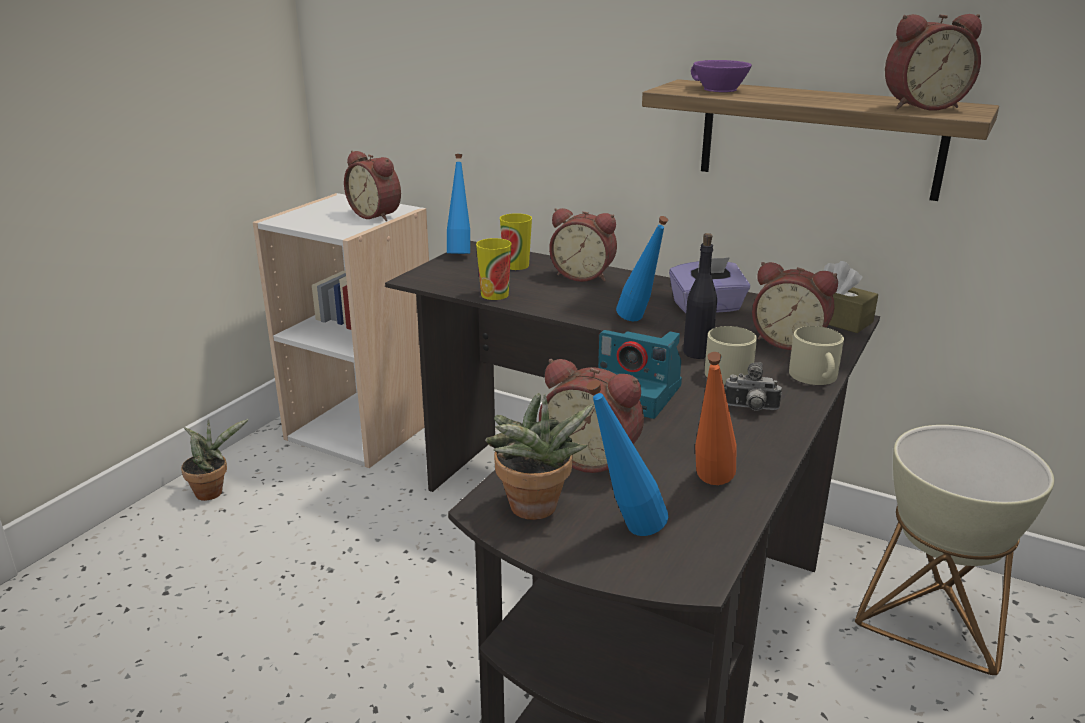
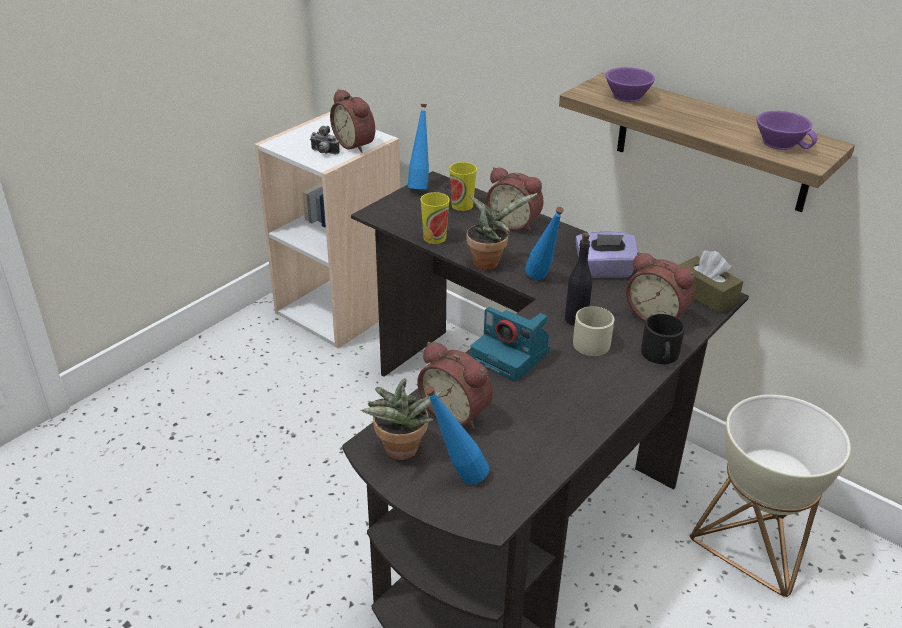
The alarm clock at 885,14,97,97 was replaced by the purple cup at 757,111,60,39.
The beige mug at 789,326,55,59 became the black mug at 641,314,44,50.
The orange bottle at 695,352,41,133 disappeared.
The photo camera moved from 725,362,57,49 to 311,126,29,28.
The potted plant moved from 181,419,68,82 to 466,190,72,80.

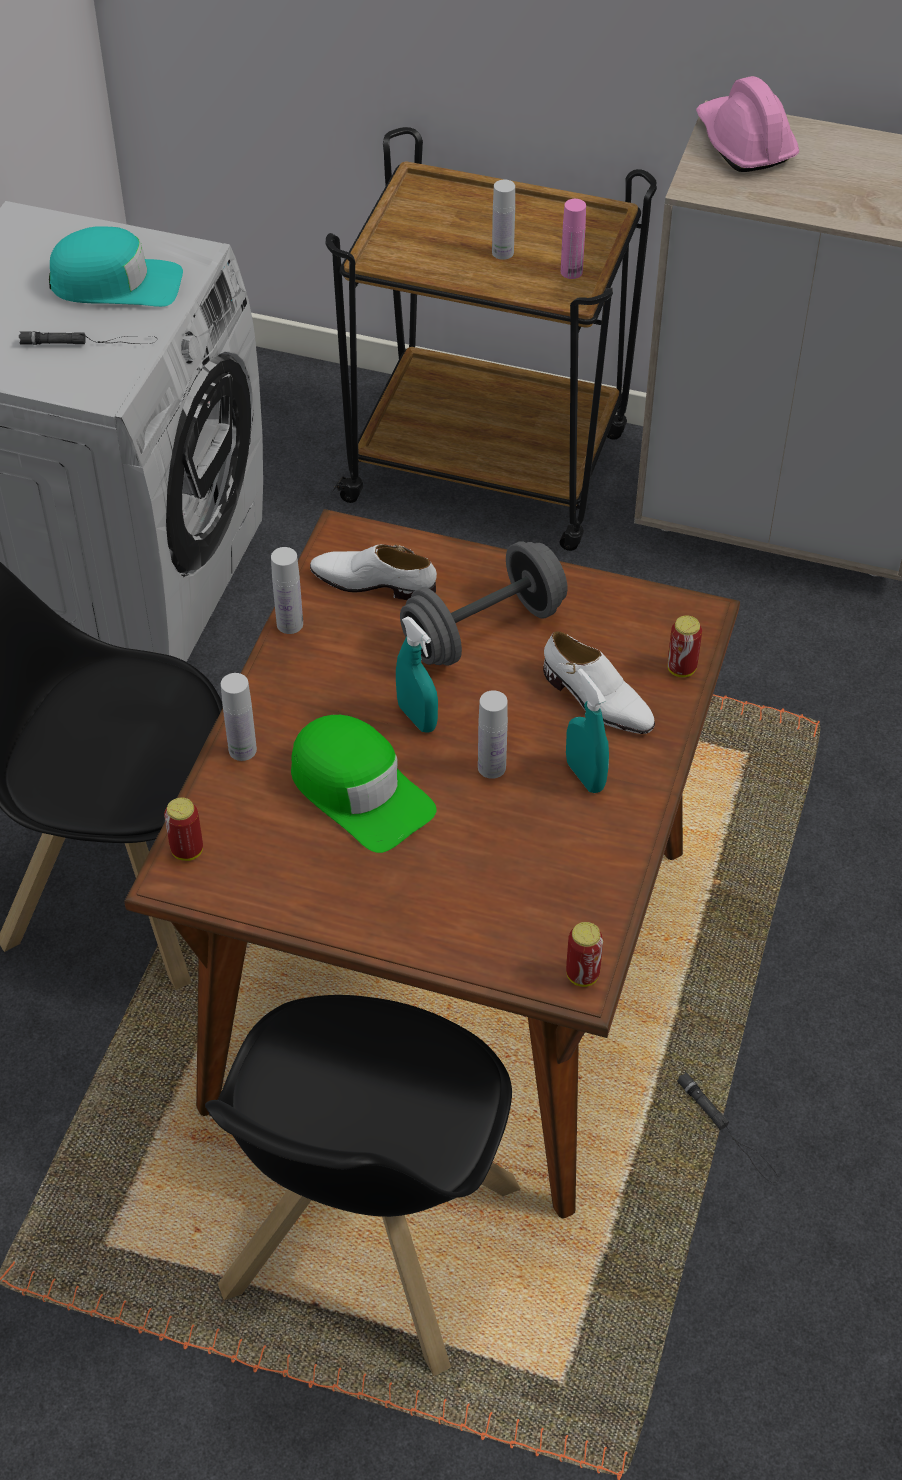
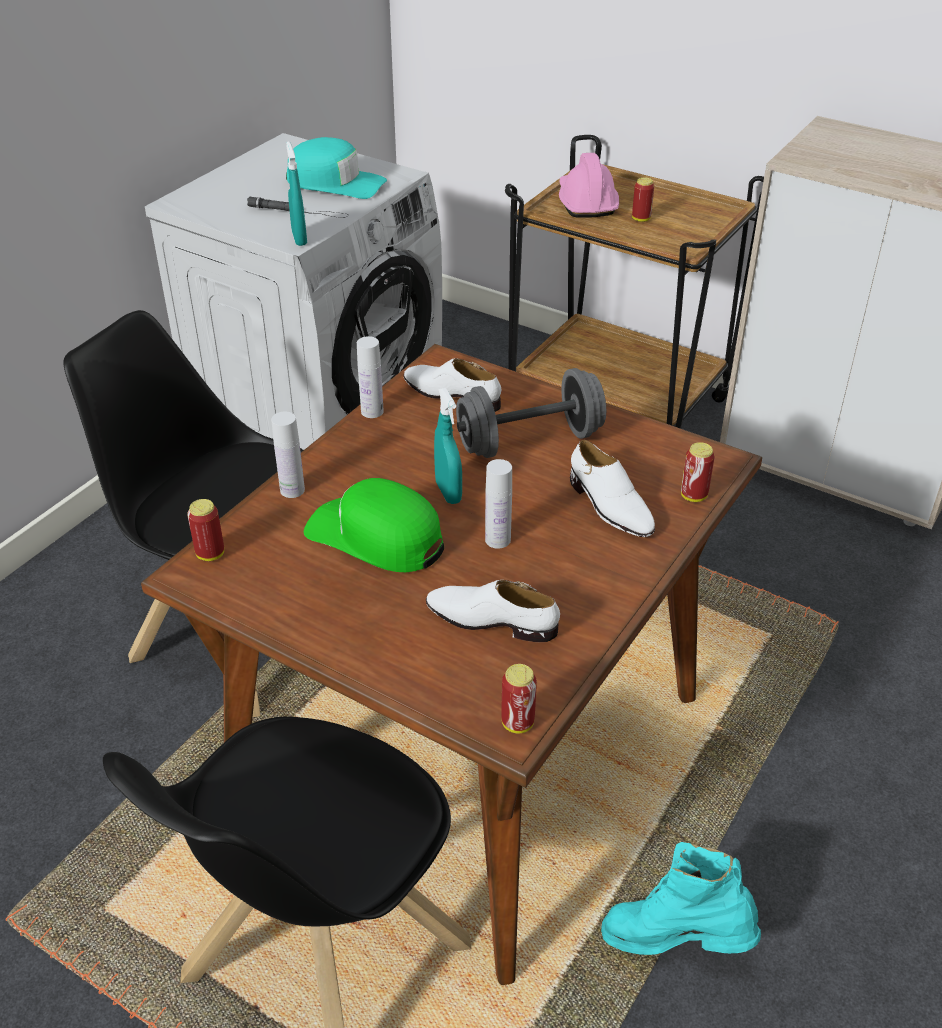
The pink hard hat moved from 696,76,103,96 to 559,153,60,65.
The white bottle at 492,180,23,80 was replaced by the can at 632,178,22,44.
The pink bottle at 561,199,25,80 disappeared.
The turquoise spray bottle moved from 566,669,43,124 to 286,142,21,104.
The green cap at 291,715,146,138 turned 150 degrees clockwise.
The black flashlight at 677,1072,101,111 was replaced by the turquoise boot at 601,842,160,113.
The white shoe at 426,580,134,62 appeared.

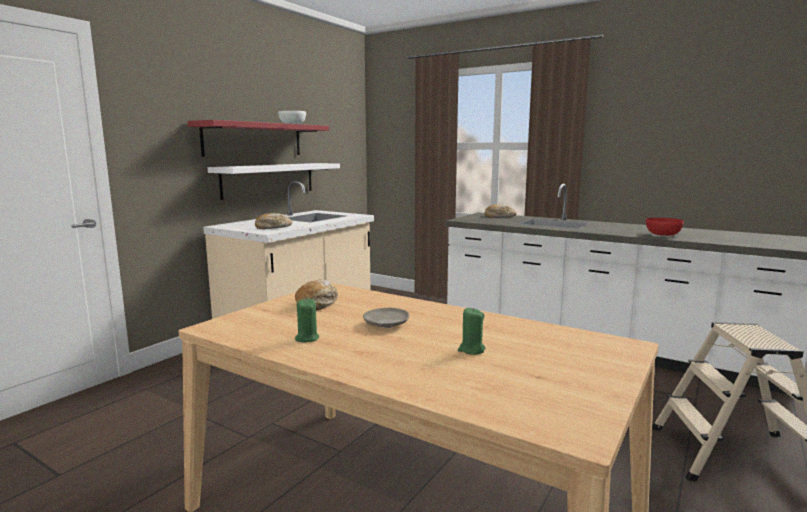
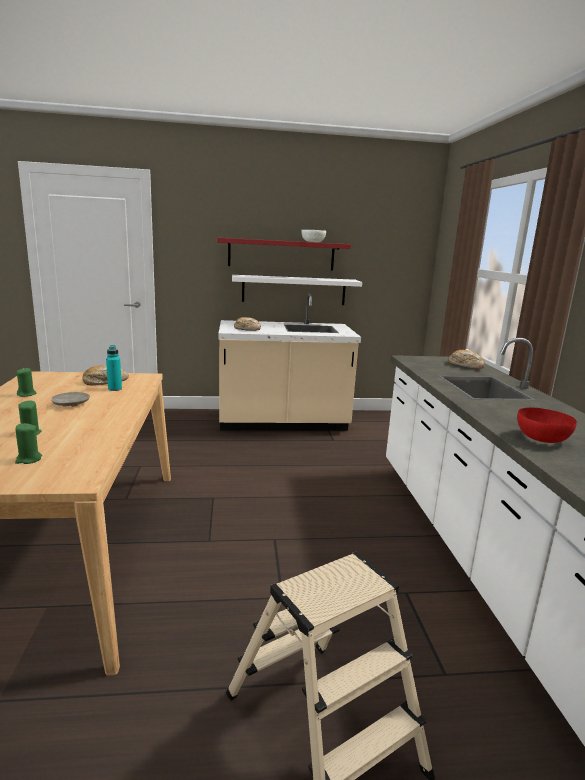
The turquoise bottle at 106,345,16,46 appeared.
The green candle at 15,423,27,41 appeared.

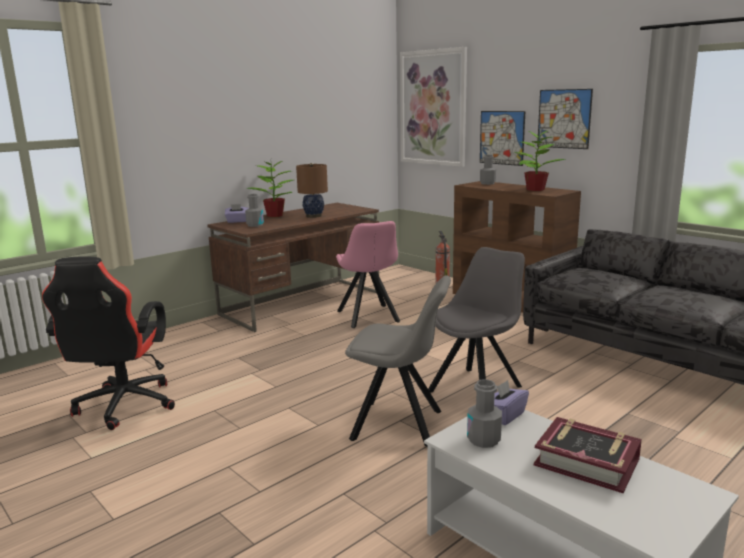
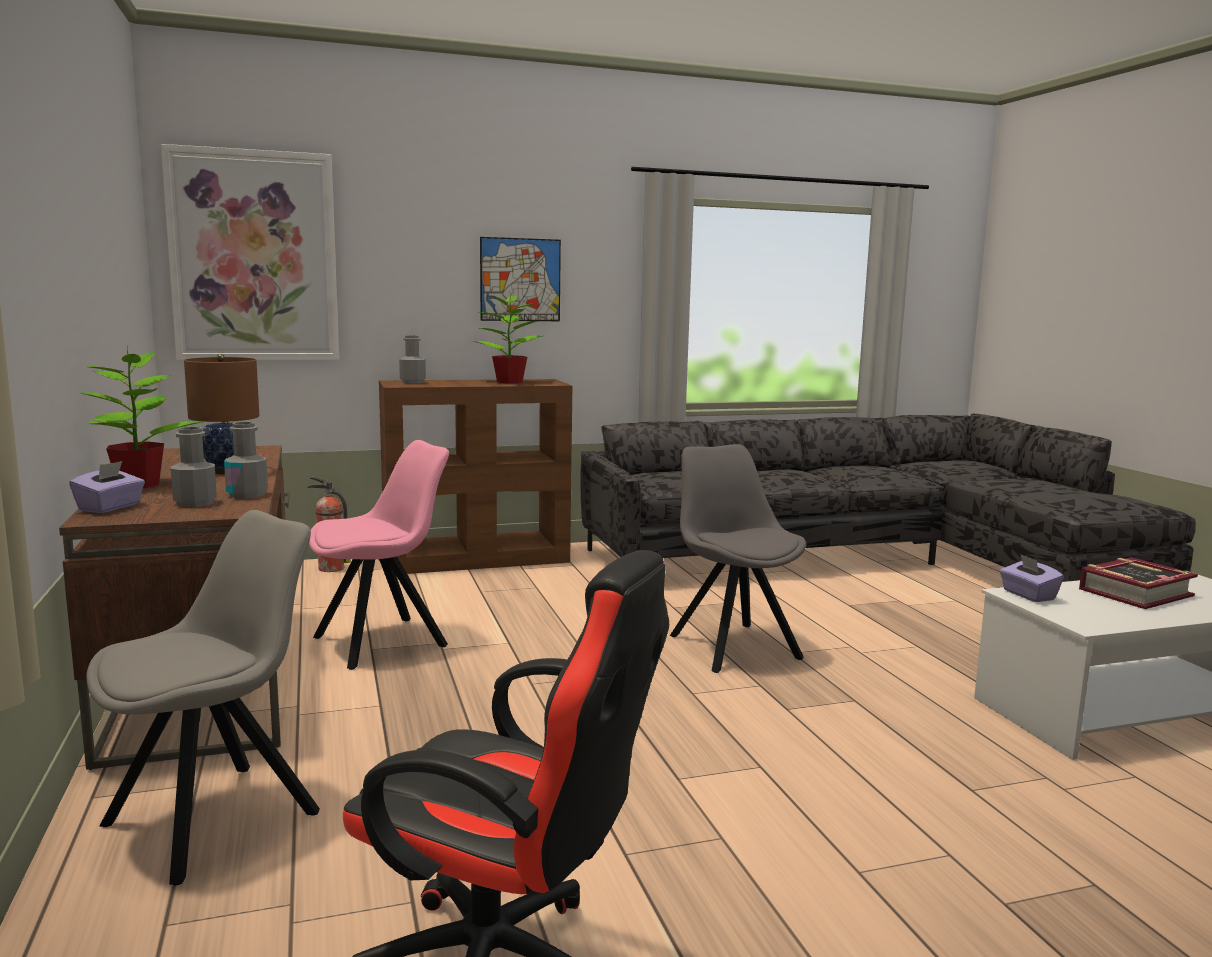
The picture at 480,111,45,55 disappeared.
The pink chair at 336,221,64,107 turned 45 degrees counterclockwise.
The grey chair moved from 345,275,106,172 to 86,510,234,375.
The grey bottle moved from 467,379,35,69 to 224,422,44,77.

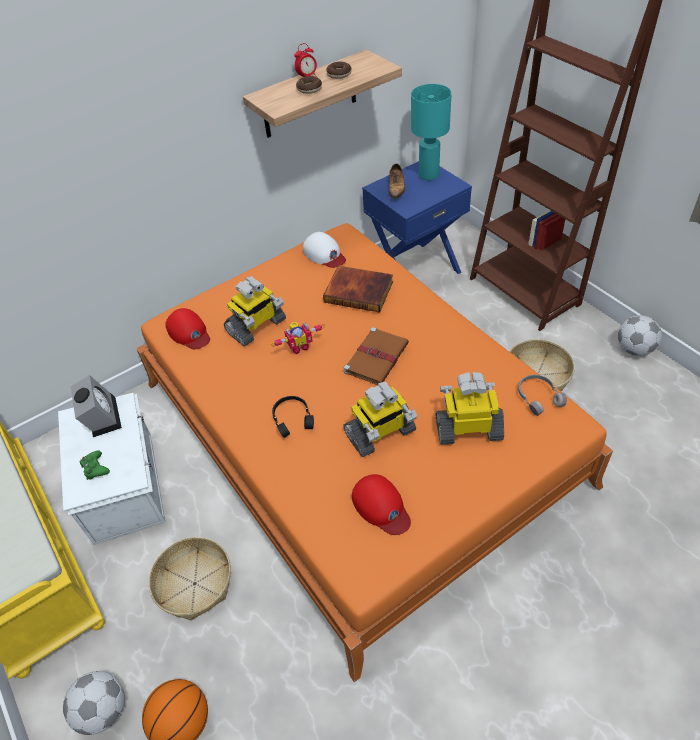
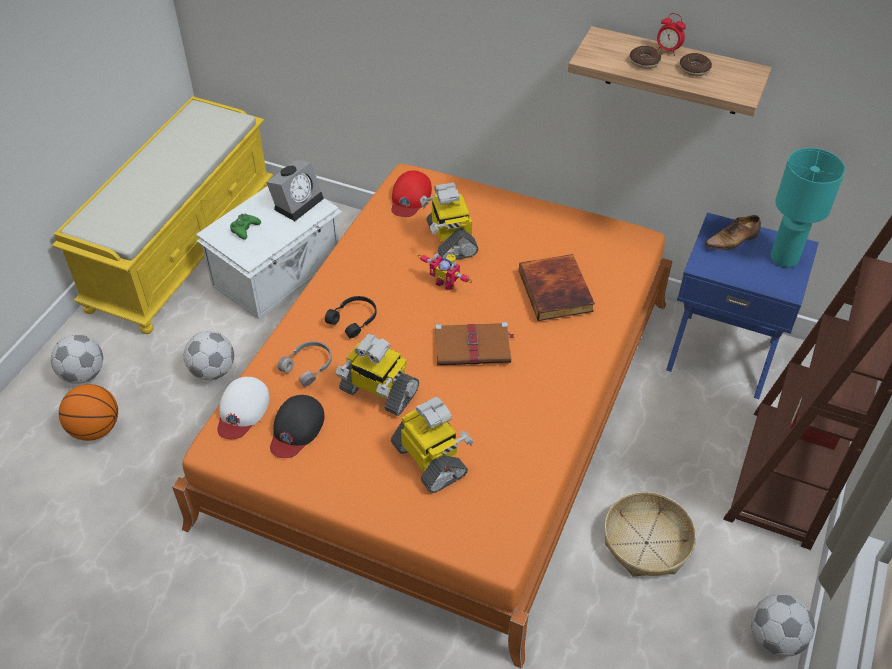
The white cap moved from 303,232,43,36 to 217,377,53,62.
The toy robot at 224,276,62,70 turned 60 degrees clockwise.
The grey headphones moved from 518,375,49,41 to 278,341,54,46.
The red cap at 352,474,59,61 became the black cap at 270,395,55,63.
The basket at 149,537,82,83 was replaced by the football at 184,331,50,49.

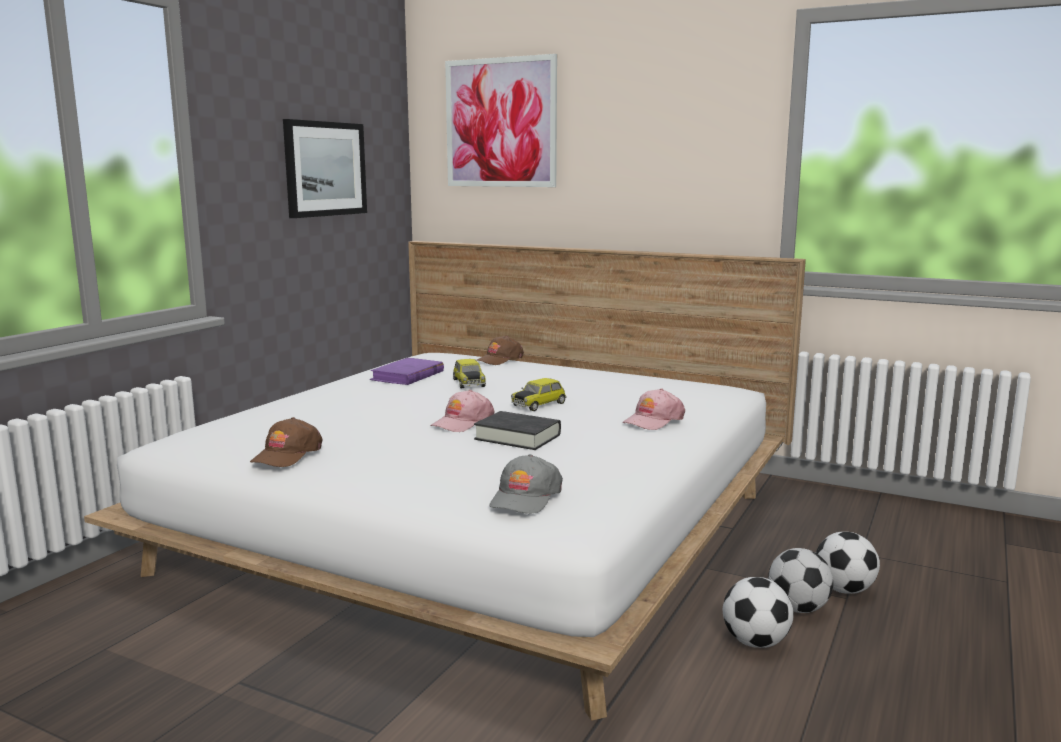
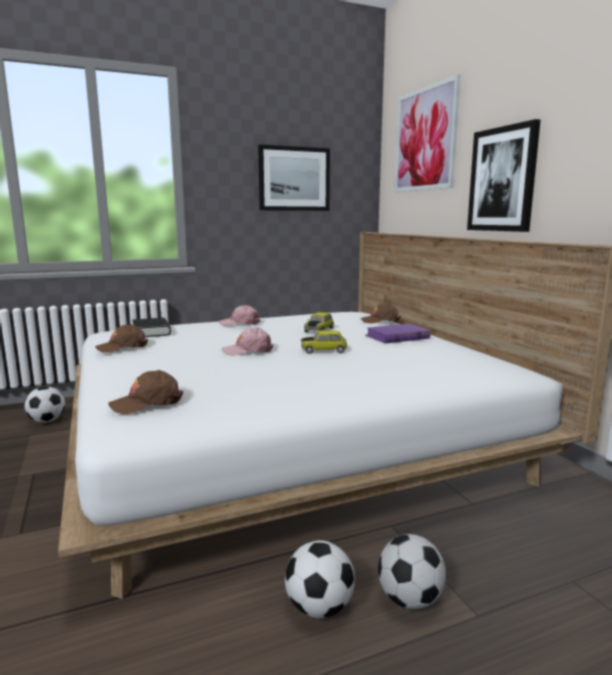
The purple book moved from 370,358,74,27 to 366,324,65,20.
The pink cap moved from 622,389,63,41 to 219,305,41,21.
The black book moved from 474,411,87,39 to 132,318,39,19.
The grey cap at 490,454,73,60 became the brown cap at 108,370,75,44.
The football moved from 816,532,64,62 to 24,386,41,37.
The picture at 467,119,74,113 appeared.

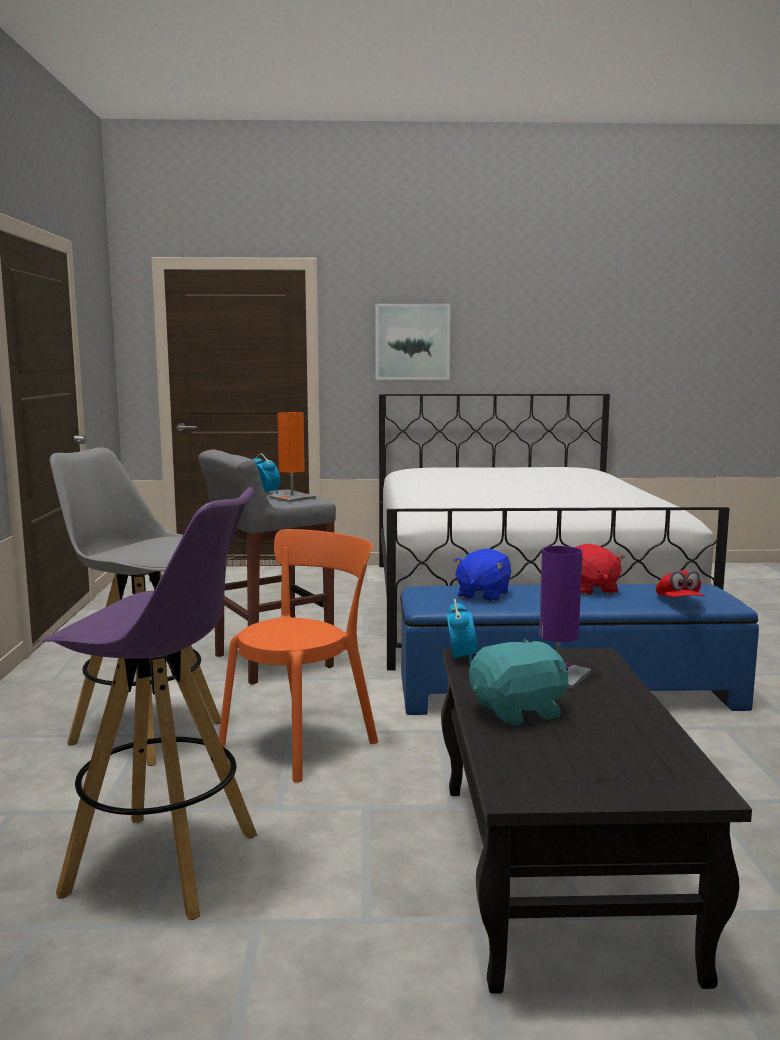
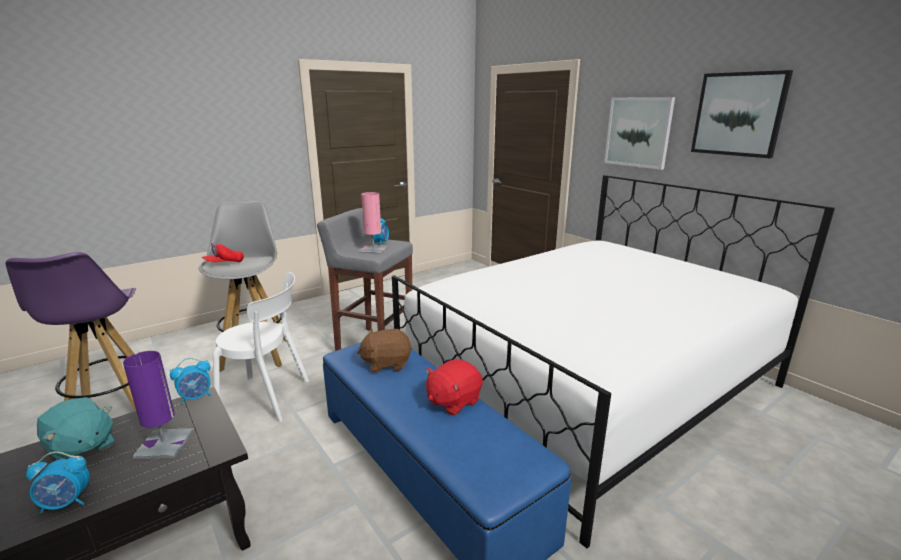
The orange table lamp at 269,412,47,90 became the pink table lamp at 359,192,29,62.
The orange chair at 219,529,159,254 became the white chair at 213,272,96,150.
The blue plush toy at 453,549,58,53 became the brown plush toy at 357,329,55,44.
The red cap moved from 656,571,49,26 to 202,243,42,19.
The picture at 691,70,102,88 appeared.
The alarm clock at 26,451,64,62 appeared.

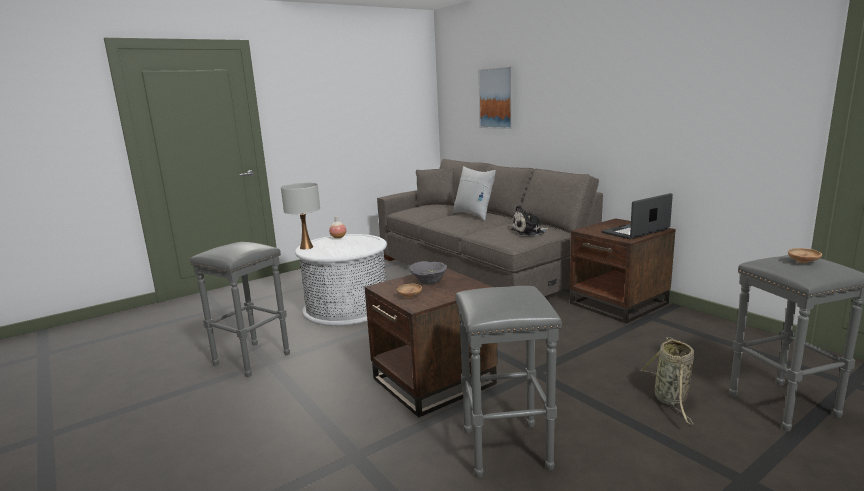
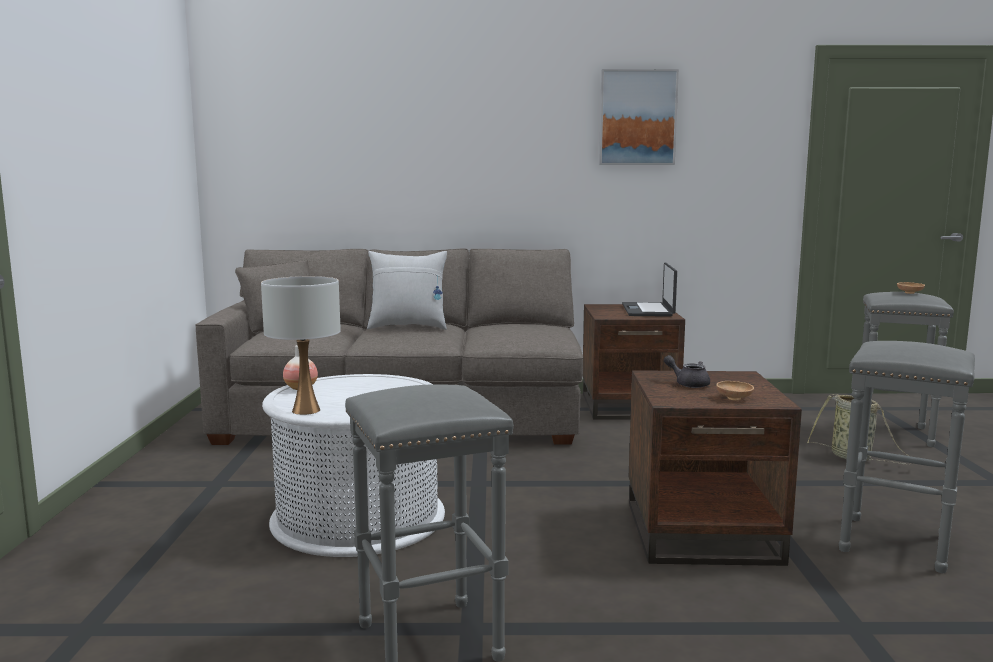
The picture moved from 478,67,36,62 to 599,69,80,96.
The plush toy at 511,205,38,31 disappeared.
The grey bowl at 409,261,38,23 was replaced by the grey teapot at 664,355,46,33.

